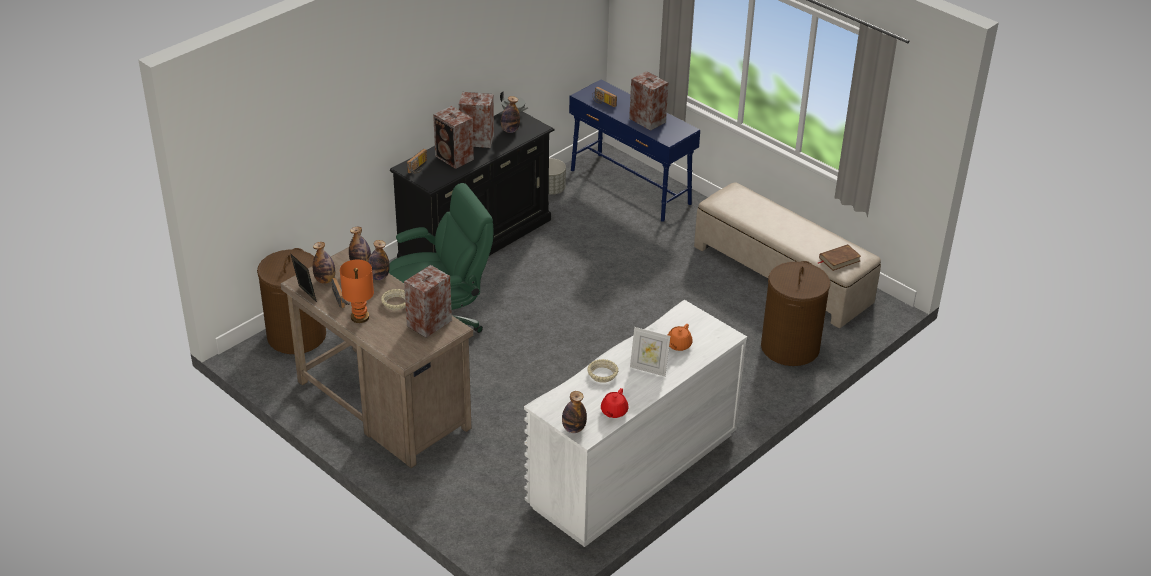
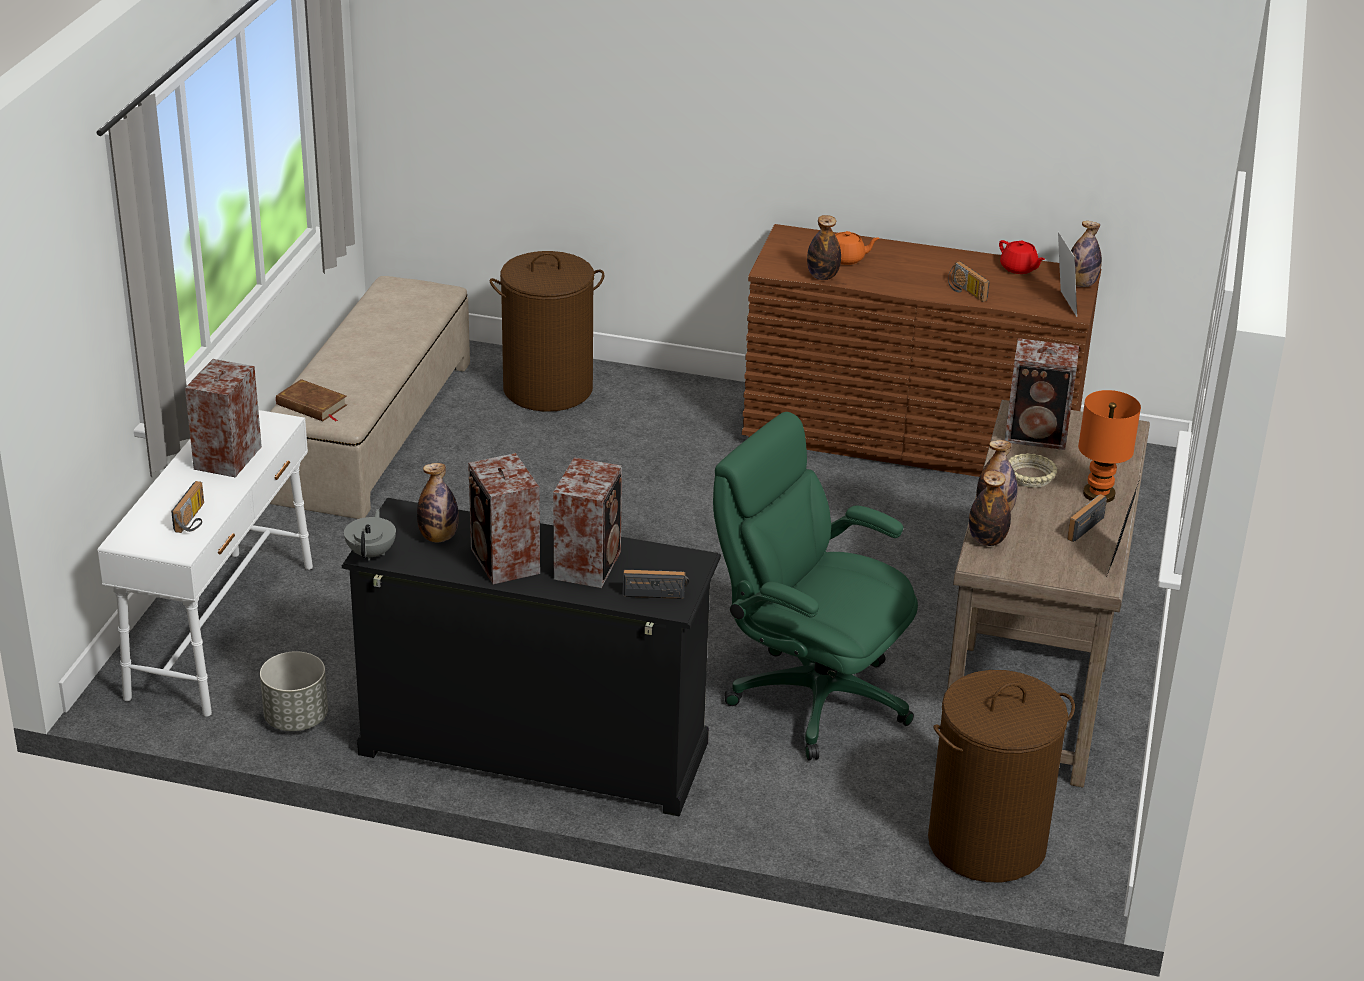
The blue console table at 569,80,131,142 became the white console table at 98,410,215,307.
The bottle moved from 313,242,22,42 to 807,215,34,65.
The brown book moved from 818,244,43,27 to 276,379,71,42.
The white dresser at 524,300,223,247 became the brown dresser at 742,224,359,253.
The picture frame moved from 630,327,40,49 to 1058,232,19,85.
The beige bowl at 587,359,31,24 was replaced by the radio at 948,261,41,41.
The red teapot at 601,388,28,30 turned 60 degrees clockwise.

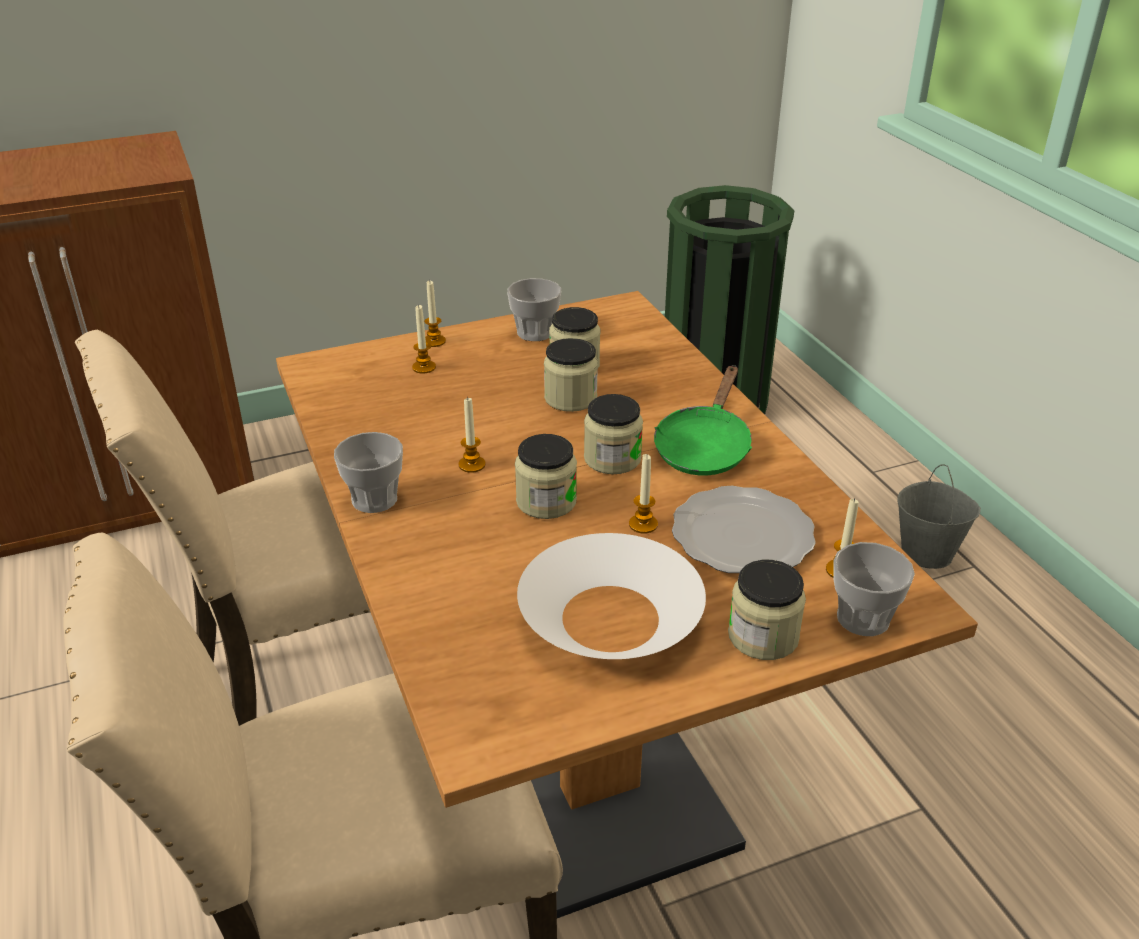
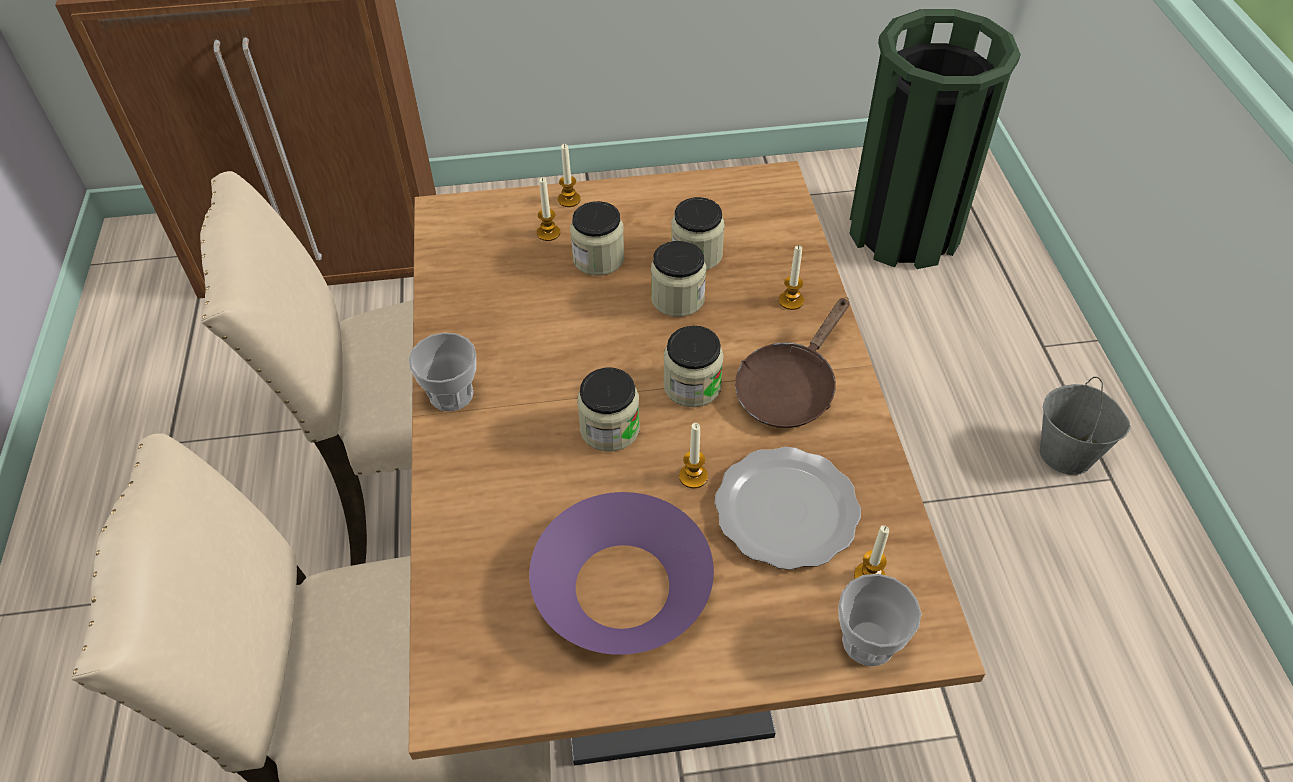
The cup at 507,278,54,63 disappeared.
The green frying pan at 654,365,98,111 became the brown frying pan at 735,297,115,131.
The candle moved from 459,397,27,76 to 779,246,25,64.
The white bowl at 517,533,189,126 became the purple bowl at 529,492,185,163.
The jar moved from 728,560,78,100 to 570,201,55,75.

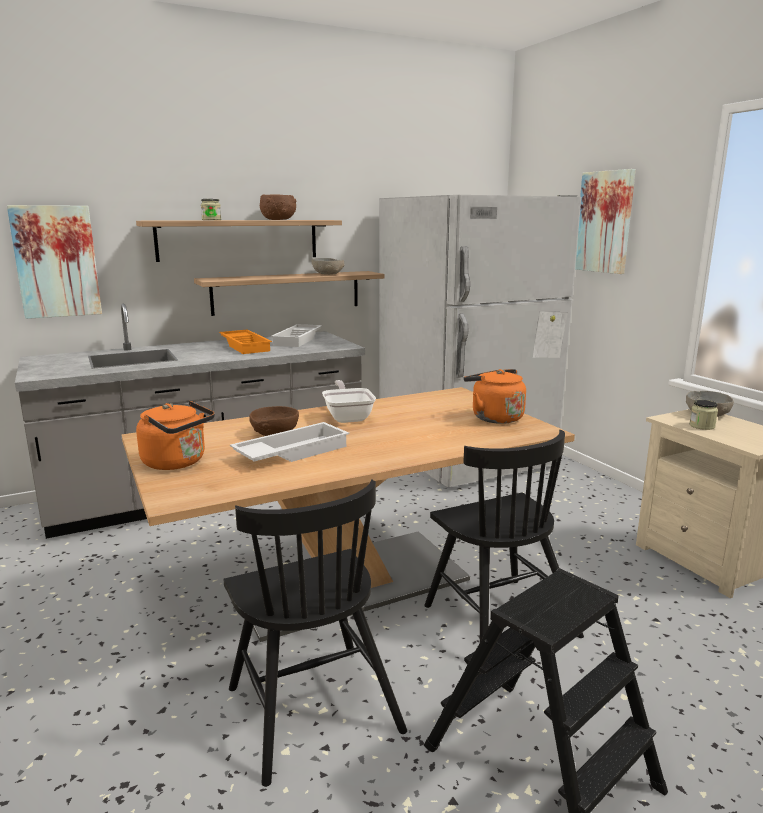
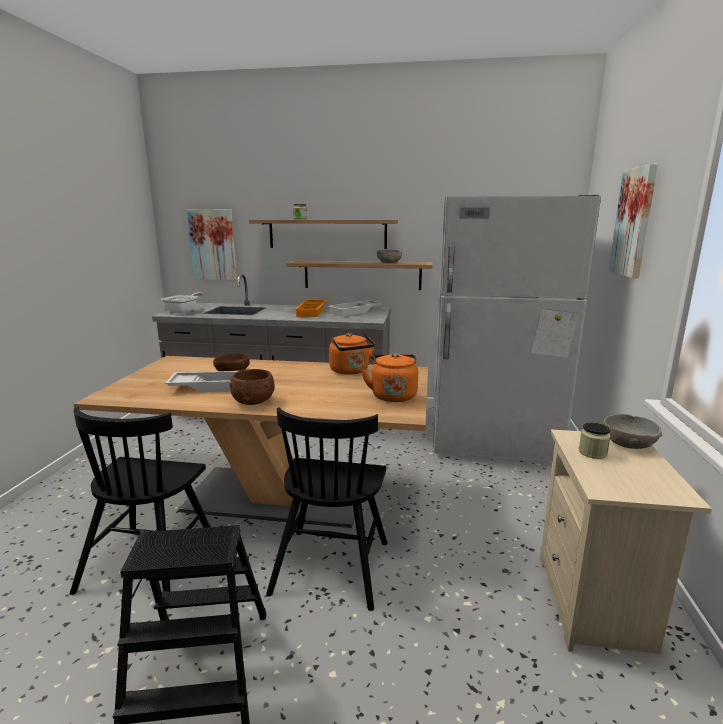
The brown bowl moved from 260,195,37,25 to 230,369,45,36.
The frying pan moved from 322,380,54,43 to 161,292,42,21.
The orange kettle moved from 136,401,79,69 to 329,333,46,42.

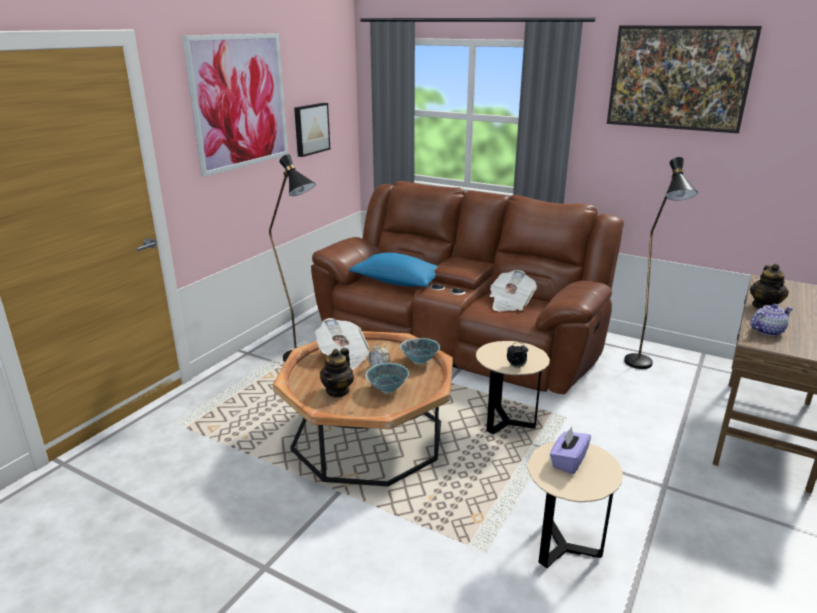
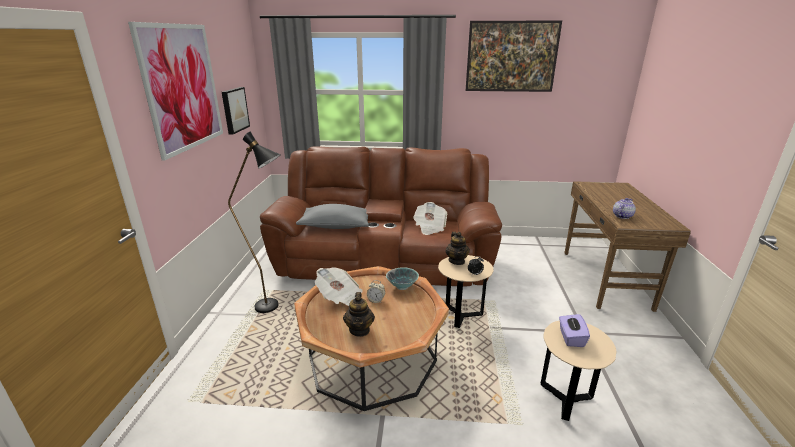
The black floor lamp at 624,157,74,212 disappeared.
The blue pillow at 349,253,89,34 became the grey pillow at 296,204,73,25.
The teapot moved from 750,264,39,45 to 445,232,25,33.
The bowl at 365,363,44,31 disappeared.

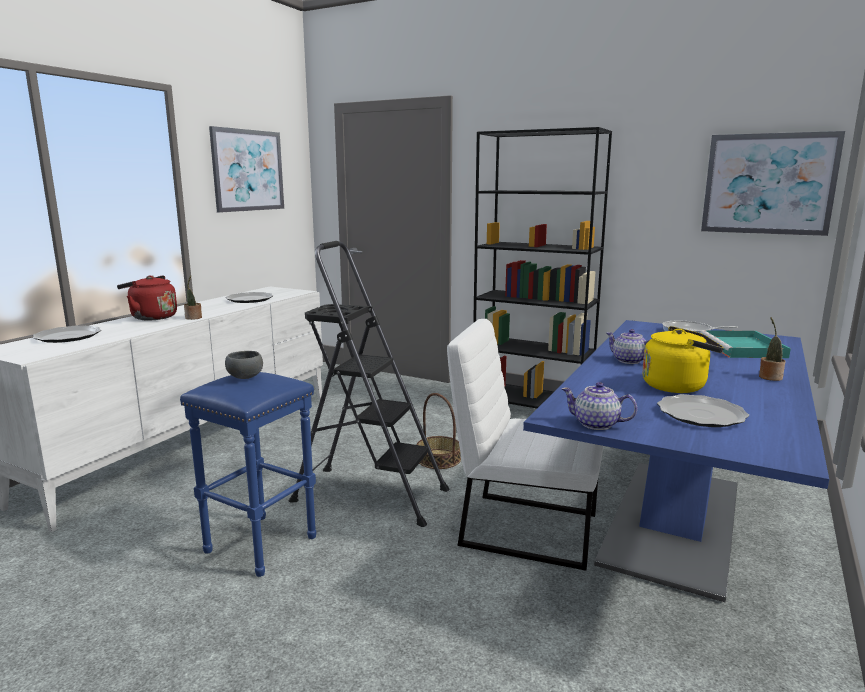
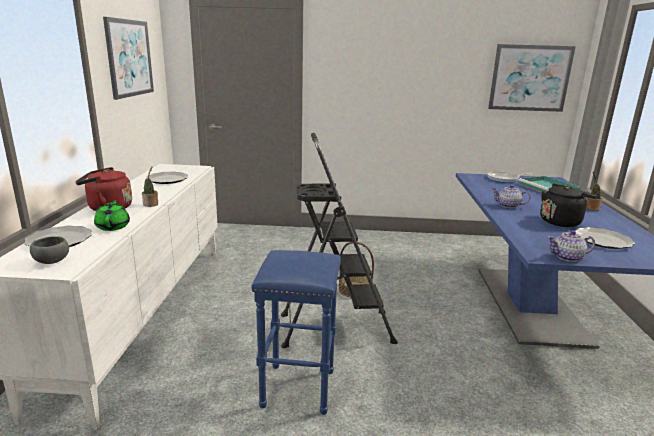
The black bookcase at 473,127,139,281 disappeared.
The white chair at 447,319,157,252 disappeared.
The yellow kettle at 642,326,82,67 became the black kettle at 540,183,57,44.
The grey bowl moved from 225,351,38,28 to 30,236,39,28.
The green teapot at 94,200,36,31 appeared.

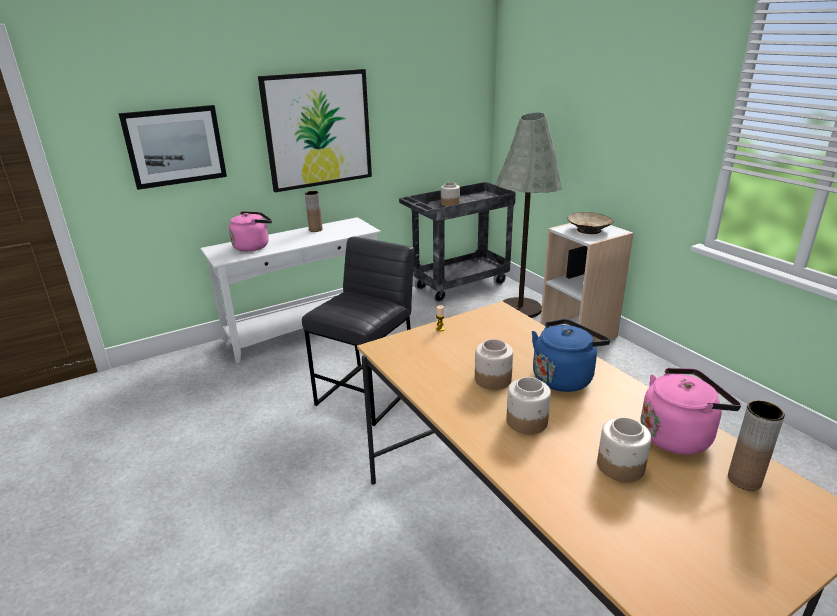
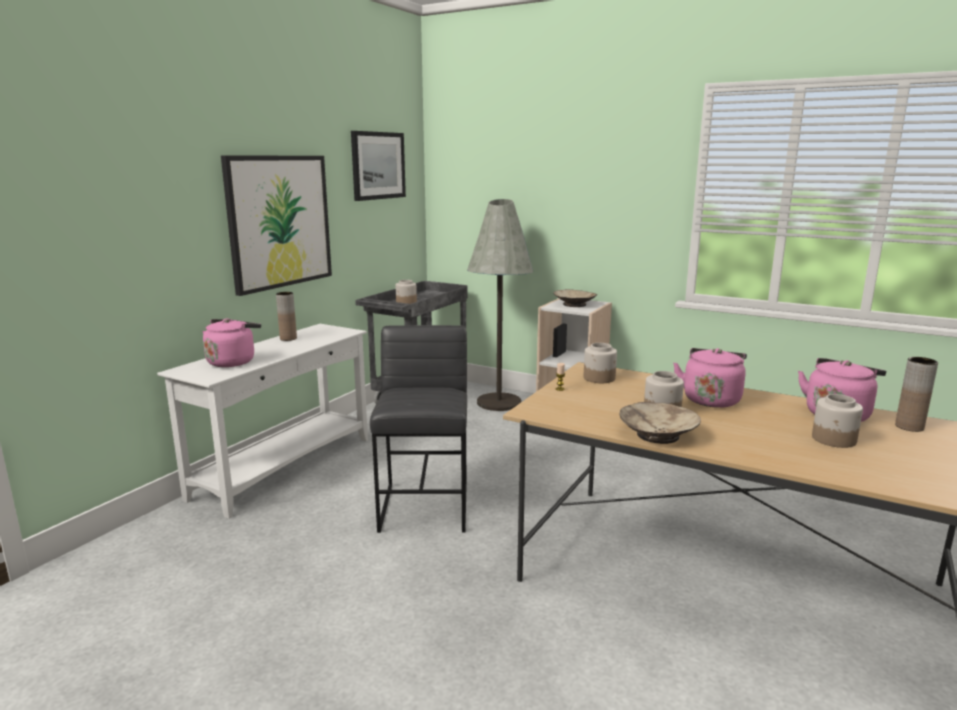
The picture moved from 119,105,108,85 to 351,131,55,70.
The blue kettle at 532,319,78,73 became the pink kettle at 673,348,74,60.
The jar moved from 506,377,45,57 to 584,343,33,40.
The beige bowl at 619,402,82,42 appeared.

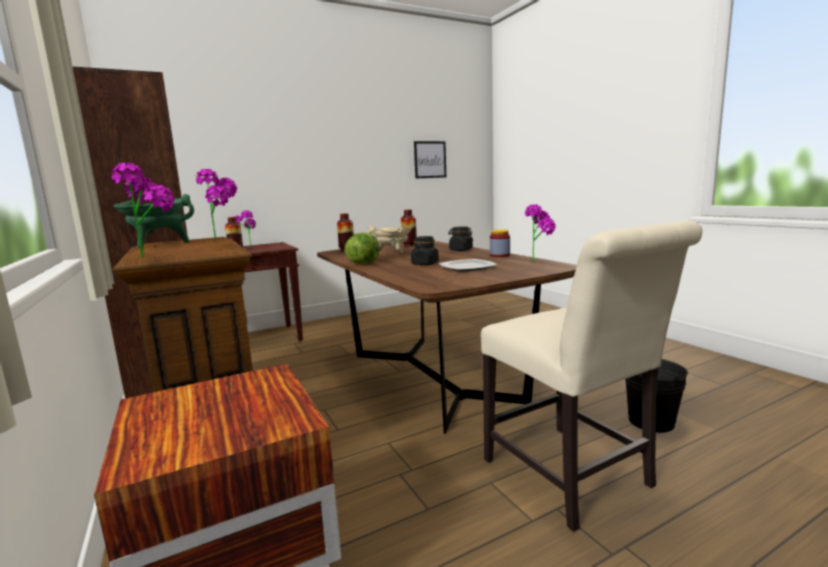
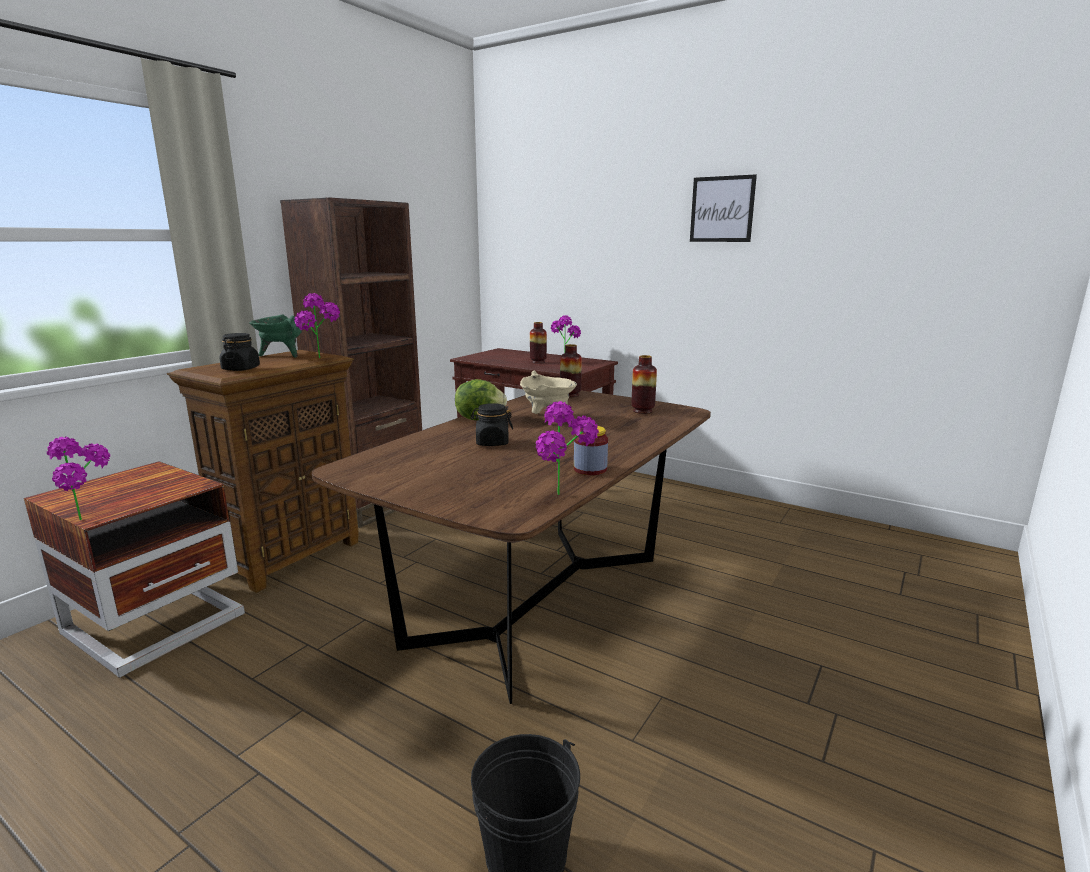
The picture moved from 414,141,32,38 to 690,174,67,68.
The potted plant moved from 111,163,64,95 to 47,437,63,83.
The beige chair at 481,220,221,312 disappeared.
The black jar moved from 448,226,25,25 to 220,333,40,38.
The plate at 439,259,58,12 disappeared.

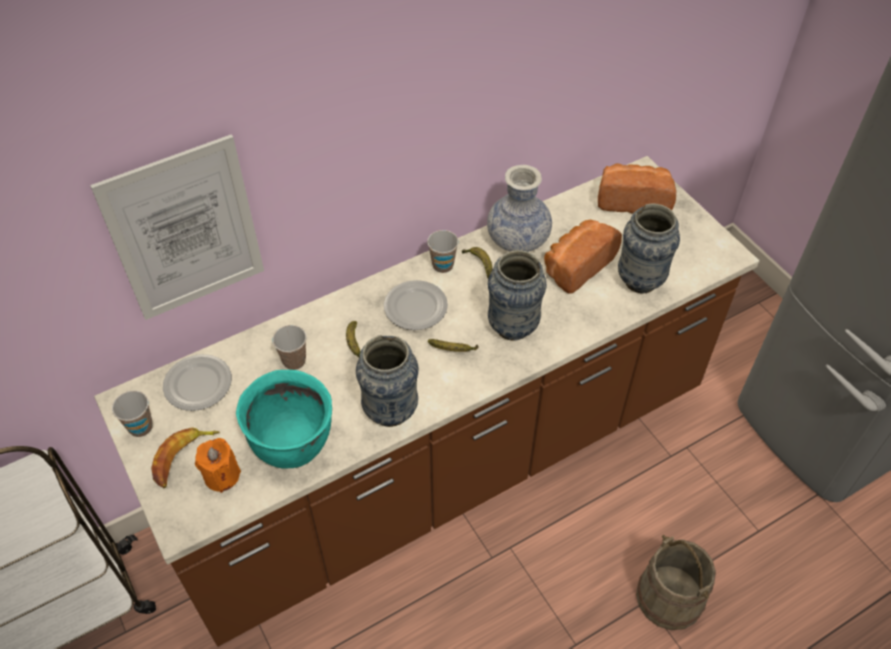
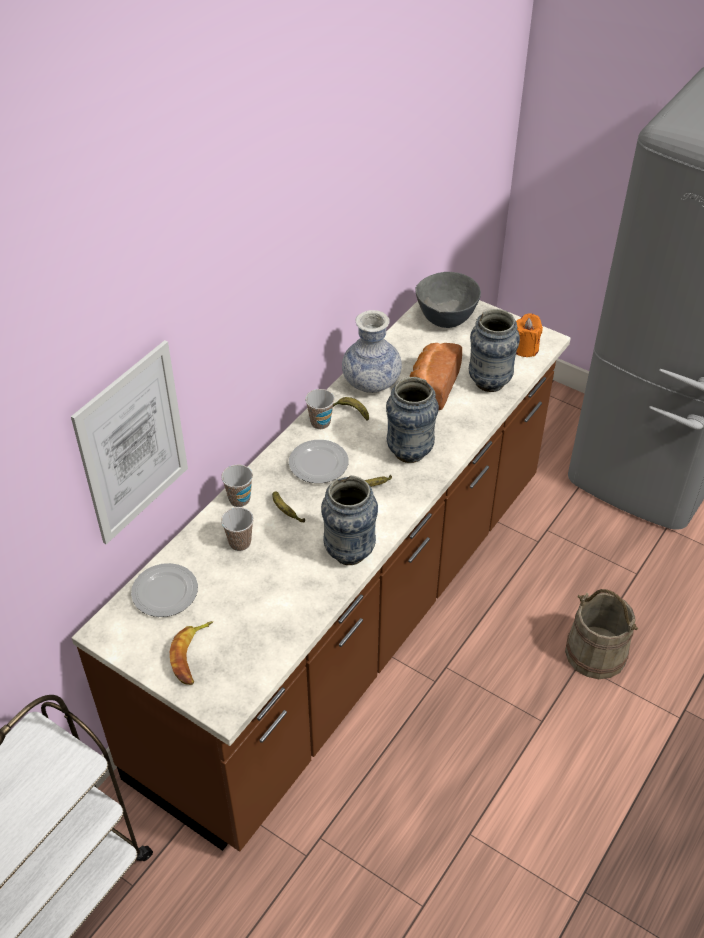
The bread at 598,164,78,49 was replaced by the grey bowl at 415,272,66,56.
The turquoise cooking pot at 236,370,96,99 disappeared.
The cup moved from 112,391,41,46 to 221,464,32,43.
The orange candle moved from 195,438,46,55 to 516,313,27,44.

